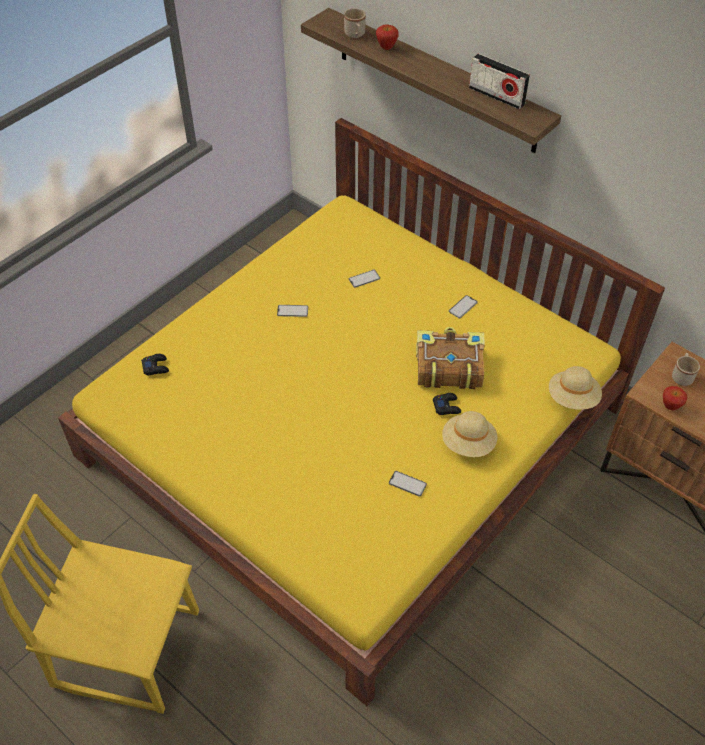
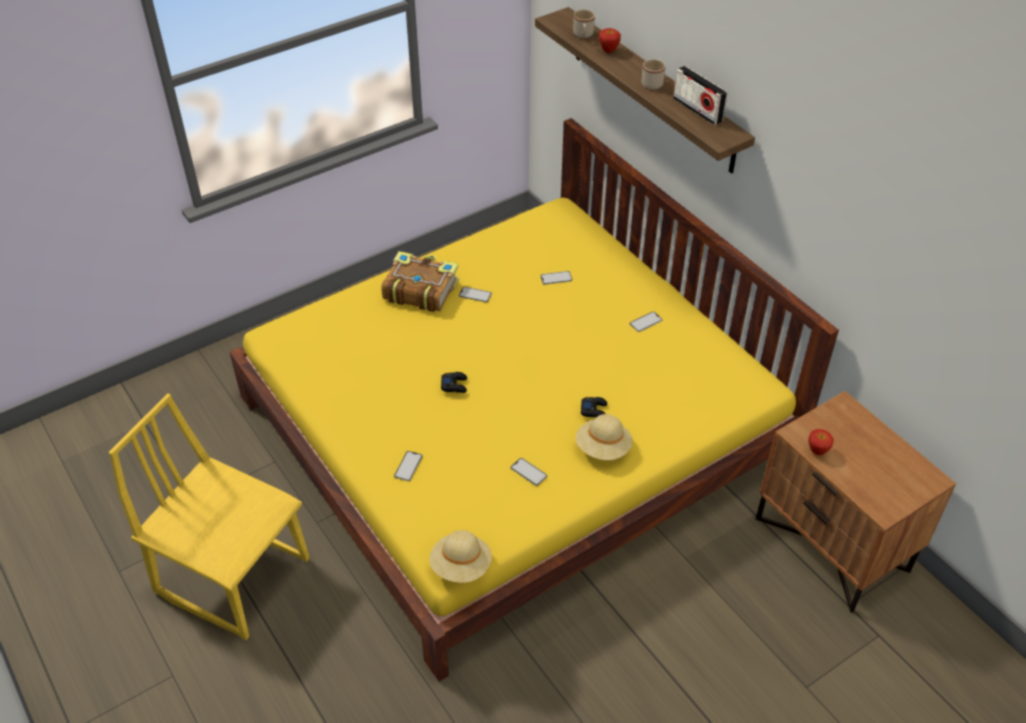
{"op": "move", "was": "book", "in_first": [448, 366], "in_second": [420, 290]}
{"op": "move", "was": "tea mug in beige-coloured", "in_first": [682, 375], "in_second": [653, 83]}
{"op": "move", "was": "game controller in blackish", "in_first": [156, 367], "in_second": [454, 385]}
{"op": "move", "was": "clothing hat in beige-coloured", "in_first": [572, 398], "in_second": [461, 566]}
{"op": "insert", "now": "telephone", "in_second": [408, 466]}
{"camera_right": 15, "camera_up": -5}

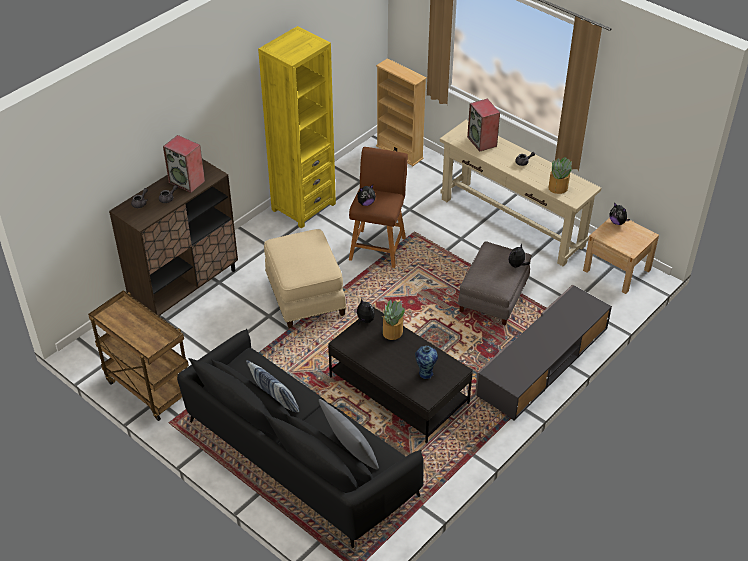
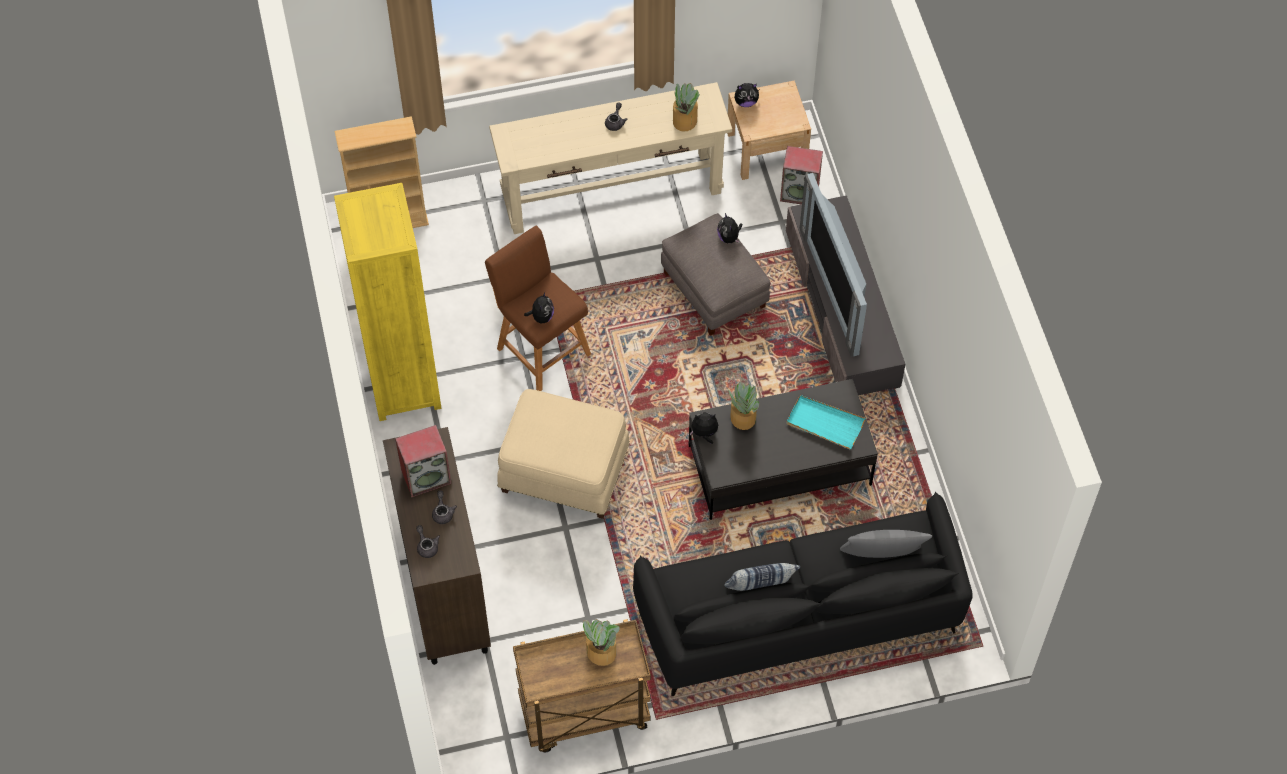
{"op": "move", "was": "loudspeaker", "in_first": [482, 142], "in_second": [800, 192]}
{"op": "replace", "was": "decorative vase", "now": "tray in blue-green", "in_first": [425, 373], "in_second": [824, 423]}
{"op": "insert", "now": "TV", "in_second": [834, 288]}
{"op": "insert", "now": "potted plant", "in_second": [601, 652]}
{"camera_right": -55, "camera_up": 15}

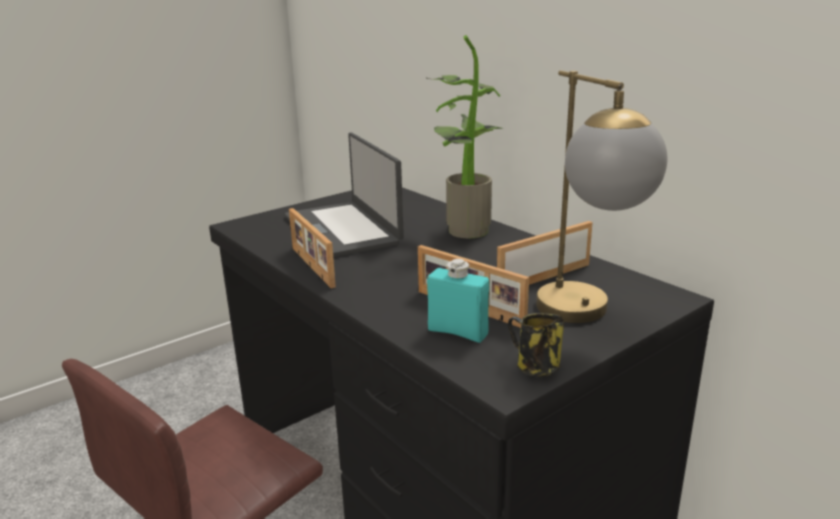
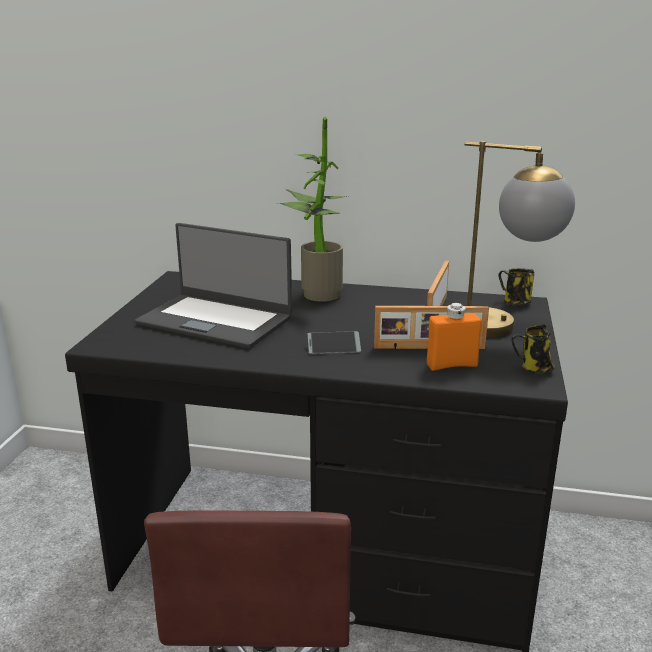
{"op": "delete", "was": "photo frame", "in_first": [311, 267]}
{"op": "recolor", "was": "drink bottle in blue-green", "now": "drink bottle in orange", "in_first": [457, 332], "in_second": [452, 365]}
{"op": "insert", "now": "tea mug", "in_second": [515, 303]}
{"op": "insert", "now": "telephone", "in_second": [334, 348]}
{"camera_right": -40, "camera_up": 0}

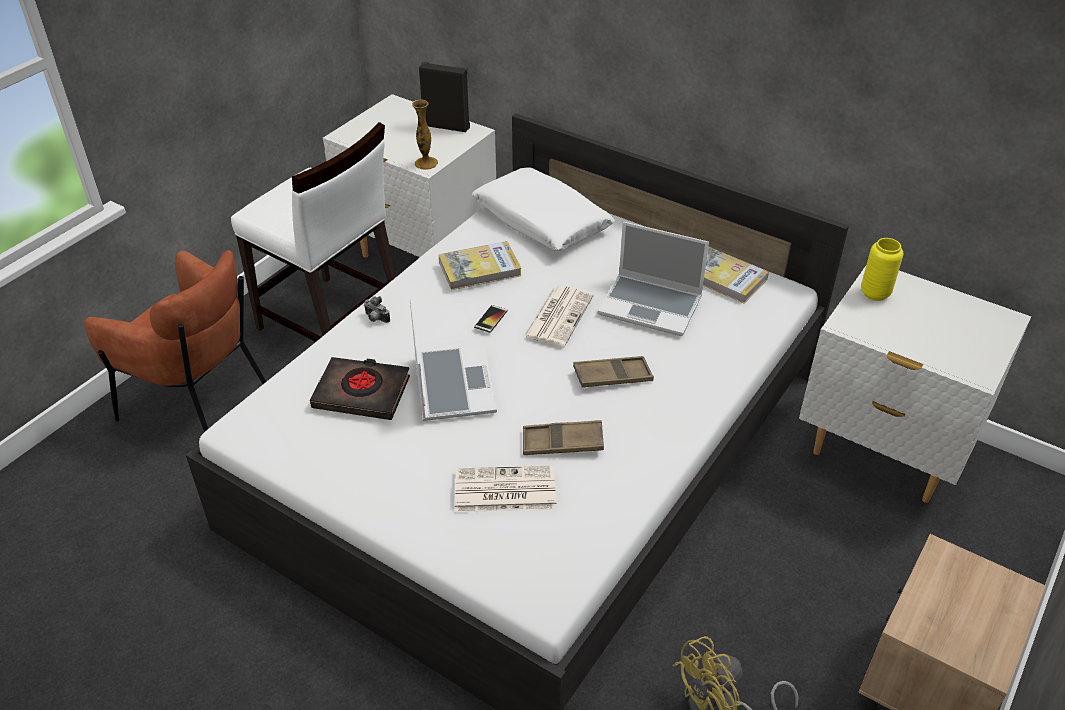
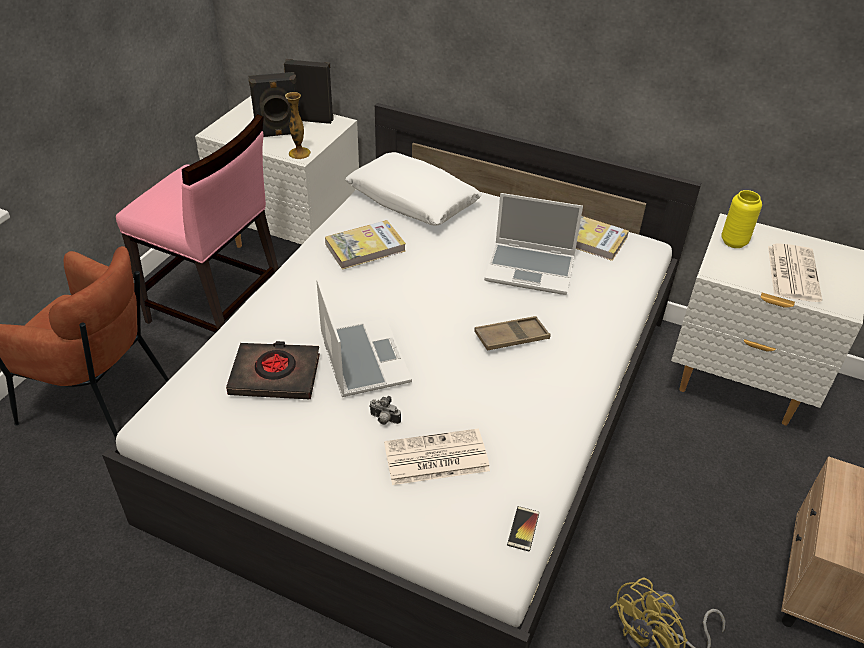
{"op": "recolor", "was": "chair in white", "now": "chair in pinkish", "in_first": [331, 323], "in_second": [217, 311]}
{"op": "move", "was": "printed paper", "in_first": [558, 316], "in_second": [792, 272]}
{"op": "move", "was": "still camera", "in_first": [375, 319], "in_second": [384, 420]}
{"op": "move", "was": "telephone", "in_first": [491, 319], "in_second": [523, 529]}
{"op": "delete", "was": "tray in brown", "in_first": [562, 443]}
{"op": "insert", "now": "loudspeaker in blackish", "in_second": [278, 134]}
{"camera_right": -10, "camera_up": 0}

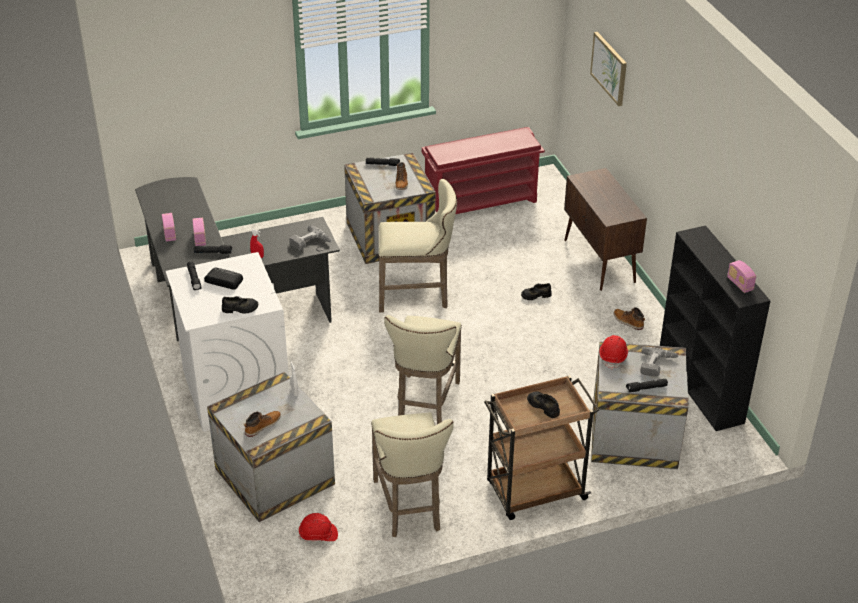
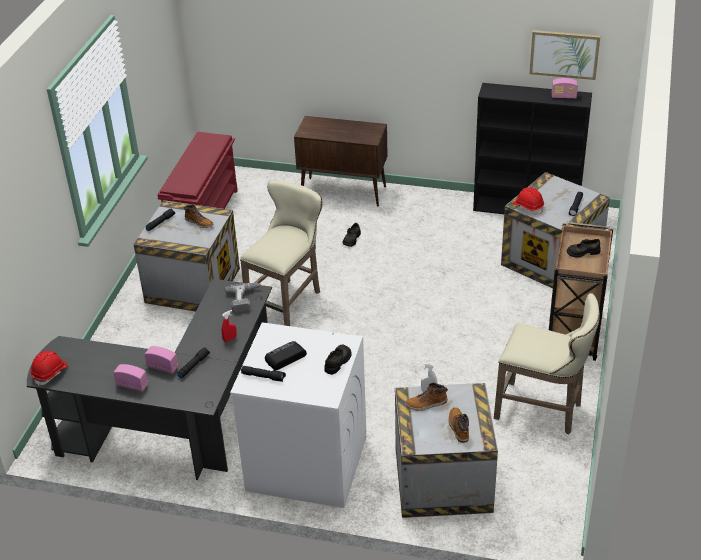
{"op": "move", "was": "wall picture", "in_first": [609, 68], "in_second": [564, 54]}
{"op": "move", "was": "high-top boot", "in_first": [628, 322], "in_second": [426, 404]}
{"op": "delete", "was": "stool in beige-coloured", "in_first": [425, 405]}
{"op": "delete", "was": "drill", "in_first": [658, 365]}
{"op": "move", "was": "work helmet in reddish", "in_first": [318, 535], "in_second": [50, 373]}
{"camera_right": -55, "camera_up": 0}

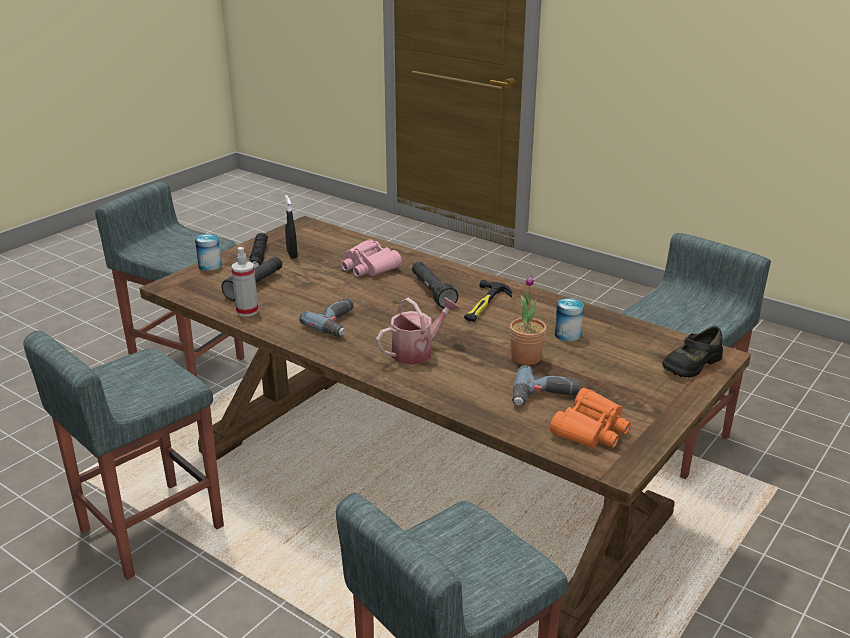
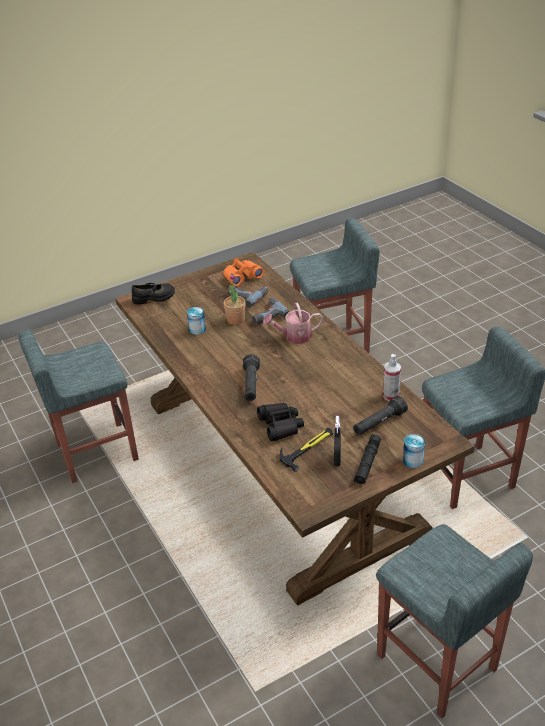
{"op": "recolor", "was": "pair of binoculars in pinkish", "now": "pair of binoculars in blackish", "in_first": [369, 267], "in_second": [280, 425]}
{"op": "move", "was": "tool hammer", "in_first": [484, 305], "in_second": [307, 448]}
{"op": "move", "was": "drill", "in_first": [338, 323], "in_second": [267, 315]}
{"camera_right": -155, "camera_up": 10}

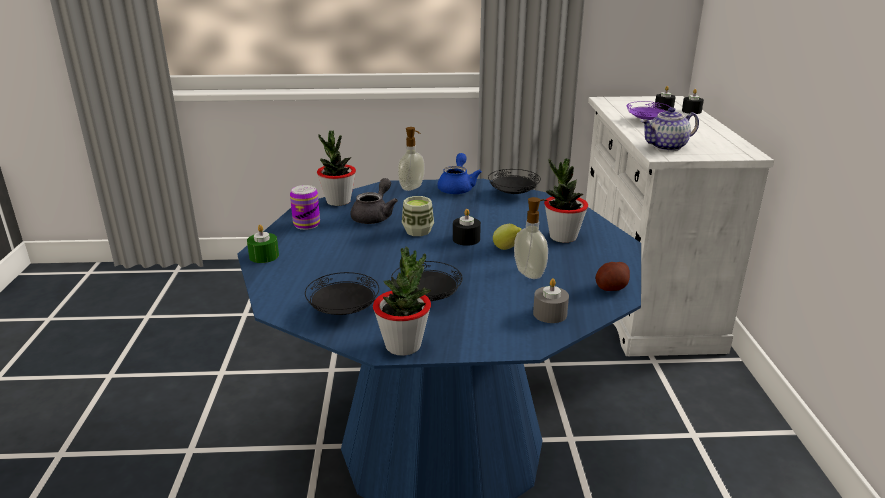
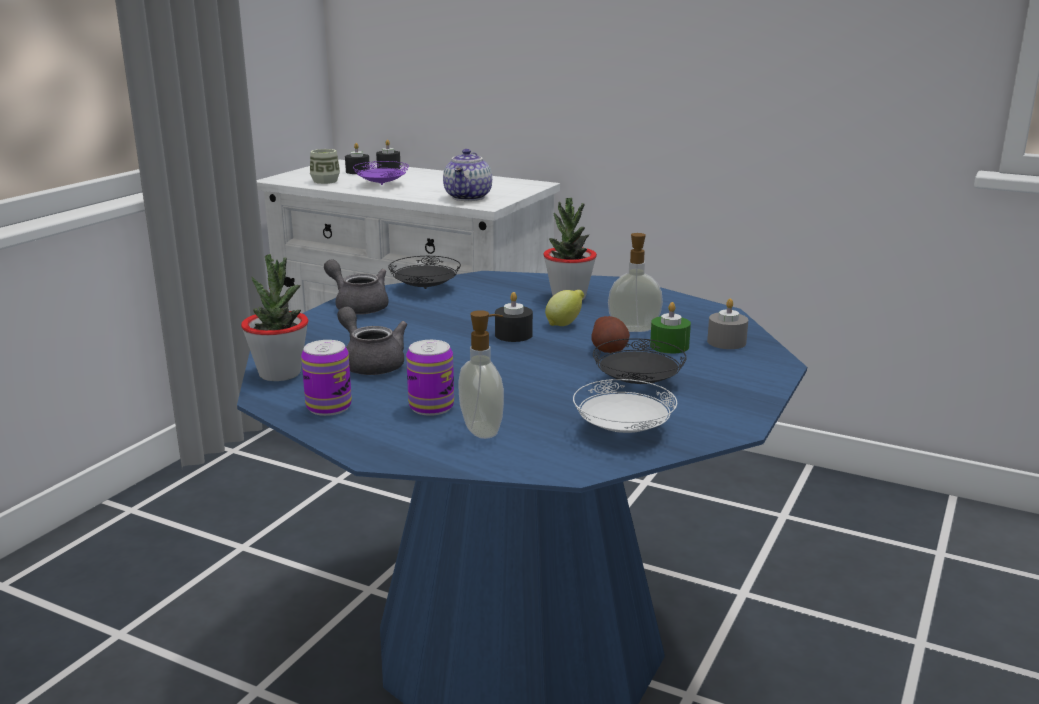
{"op": "move", "was": "soap bottle", "in_first": [412, 188], "in_second": [483, 430]}
{"op": "recolor", "was": "pot for tea in blue-coloured", "now": "pot for tea in greyish", "in_first": [457, 187], "in_second": [358, 306]}
{"op": "move", "was": "cup", "in_first": [418, 231], "in_second": [325, 181]}
{"op": "move", "was": "candle in green-coloured", "in_first": [264, 256], "in_second": [669, 346]}
{"op": "delete", "was": "potted plant", "in_first": [403, 345]}
{"op": "move", "was": "spud", "in_first": [611, 288], "in_second": [609, 350]}
{"op": "recolor", "was": "flat dish in blackish", "now": "flat dish in white", "in_first": [344, 311], "in_second": [624, 430]}
{"op": "insert", "now": "sealed can", "in_second": [431, 407]}
{"camera_right": -60, "camera_up": -5}

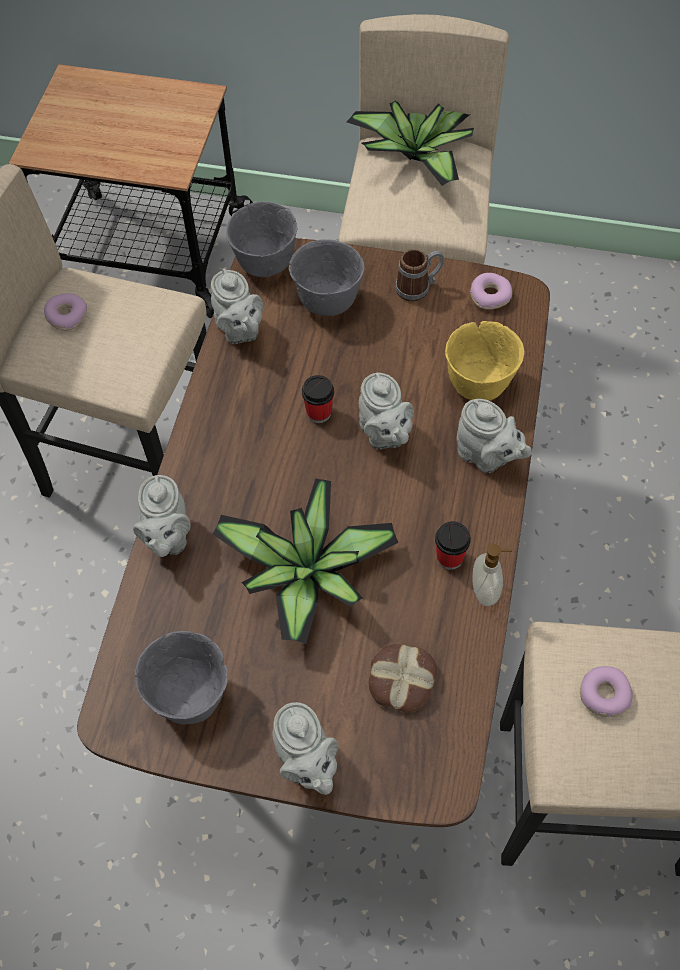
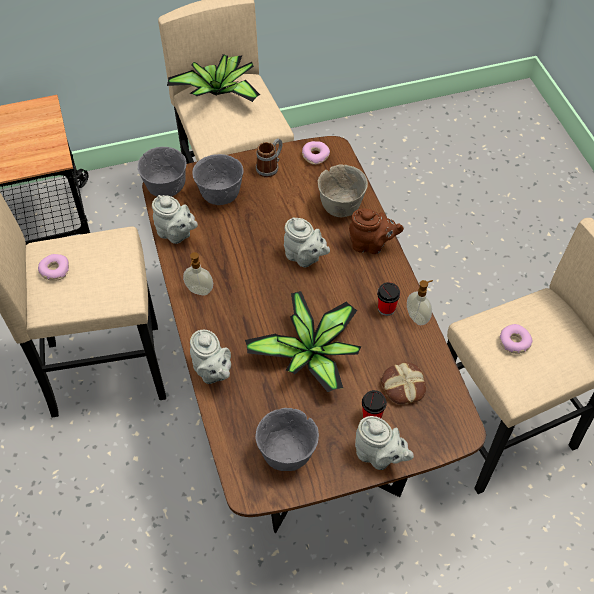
{"op": "recolor", "was": "bowl in yellowish", "now": "bowl in greyish", "in_first": [479, 383], "in_second": [340, 206]}
{"op": "move", "was": "cup", "in_first": [319, 413], "in_second": [372, 416]}
{"op": "recolor", "was": "pot for tea in greyish", "now": "pot for tea in brown", "in_first": [487, 457], "in_second": [371, 245]}
{"op": "insert", "now": "soap bottle", "in_second": [199, 291]}
{"camera_right": -30, "camera_up": -5}

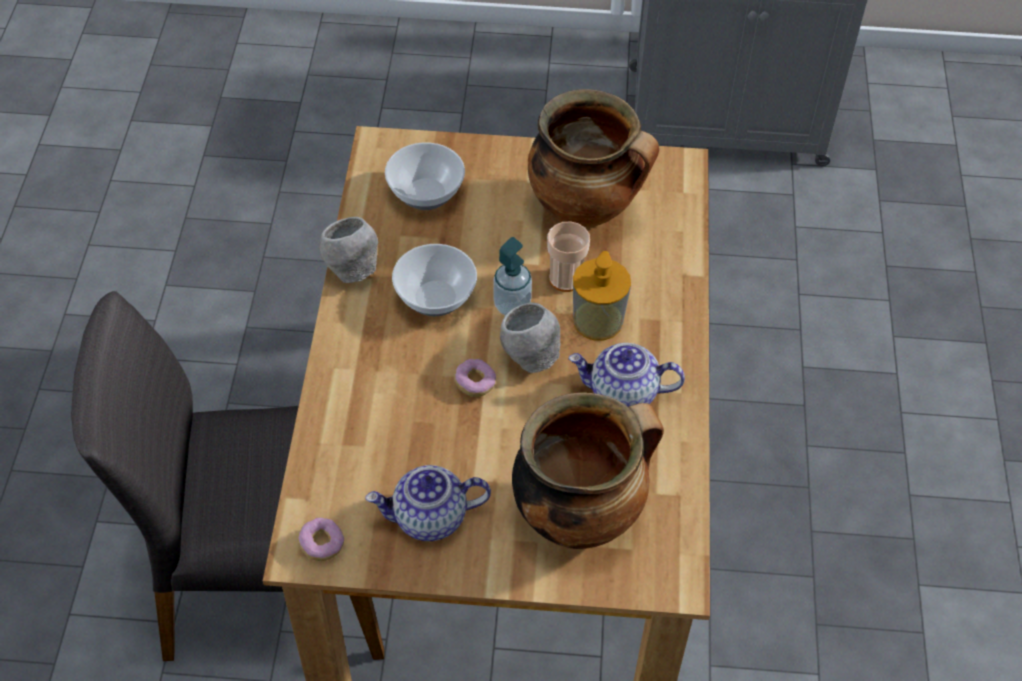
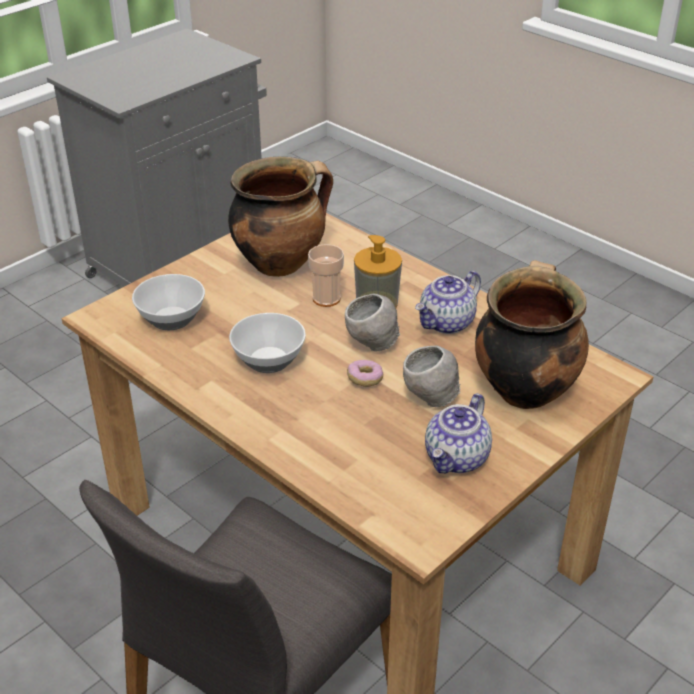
{"op": "move", "was": "bowl in greyish", "in_first": [352, 270], "in_second": [430, 399]}
{"op": "delete", "was": "soap bottle", "in_first": [512, 305]}
{"op": "delete", "was": "doughnut", "in_first": [322, 544]}
{"camera_right": -50, "camera_up": -15}

